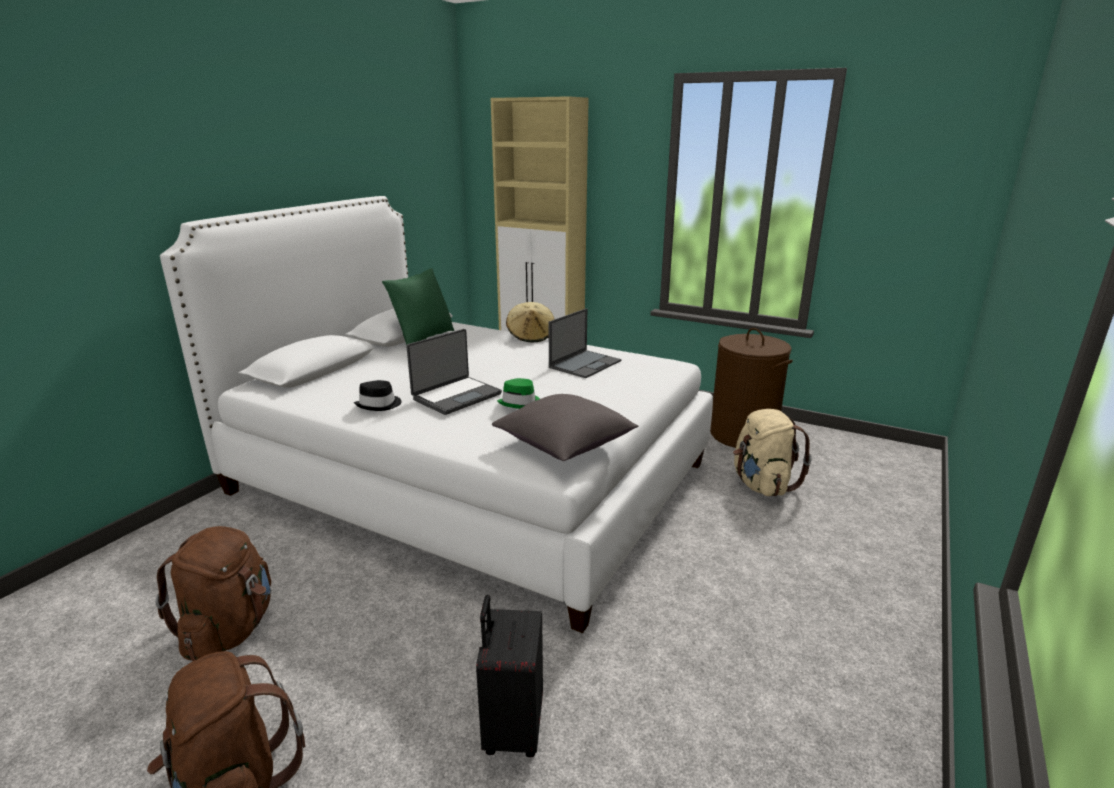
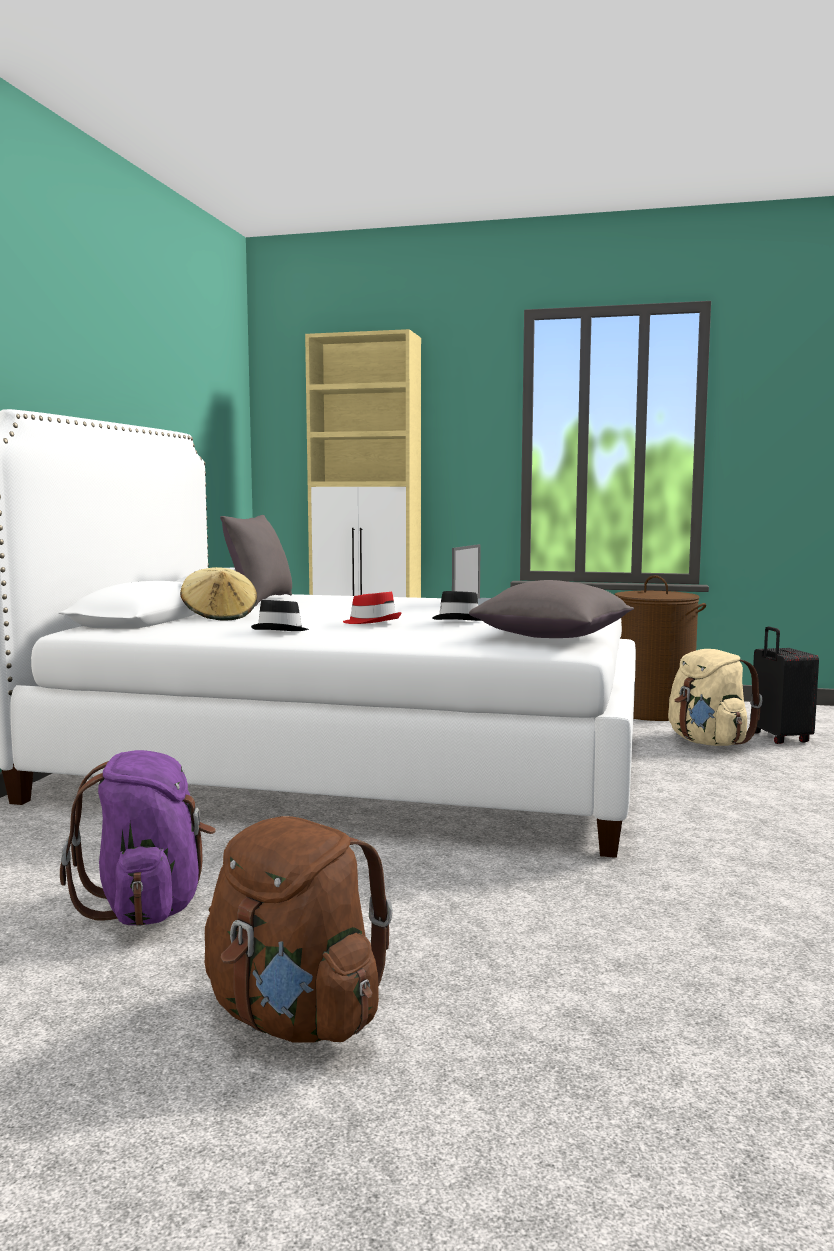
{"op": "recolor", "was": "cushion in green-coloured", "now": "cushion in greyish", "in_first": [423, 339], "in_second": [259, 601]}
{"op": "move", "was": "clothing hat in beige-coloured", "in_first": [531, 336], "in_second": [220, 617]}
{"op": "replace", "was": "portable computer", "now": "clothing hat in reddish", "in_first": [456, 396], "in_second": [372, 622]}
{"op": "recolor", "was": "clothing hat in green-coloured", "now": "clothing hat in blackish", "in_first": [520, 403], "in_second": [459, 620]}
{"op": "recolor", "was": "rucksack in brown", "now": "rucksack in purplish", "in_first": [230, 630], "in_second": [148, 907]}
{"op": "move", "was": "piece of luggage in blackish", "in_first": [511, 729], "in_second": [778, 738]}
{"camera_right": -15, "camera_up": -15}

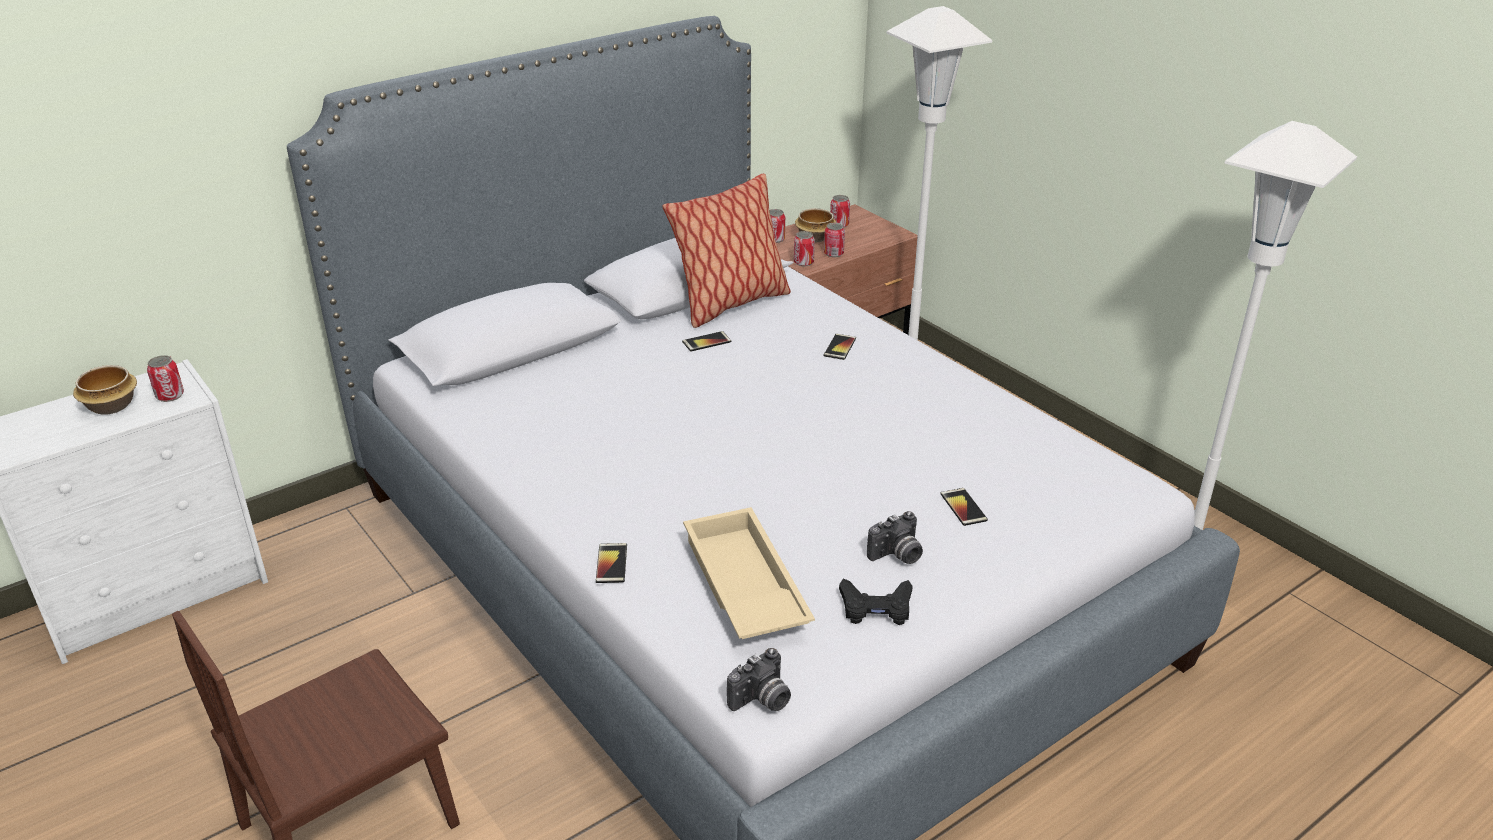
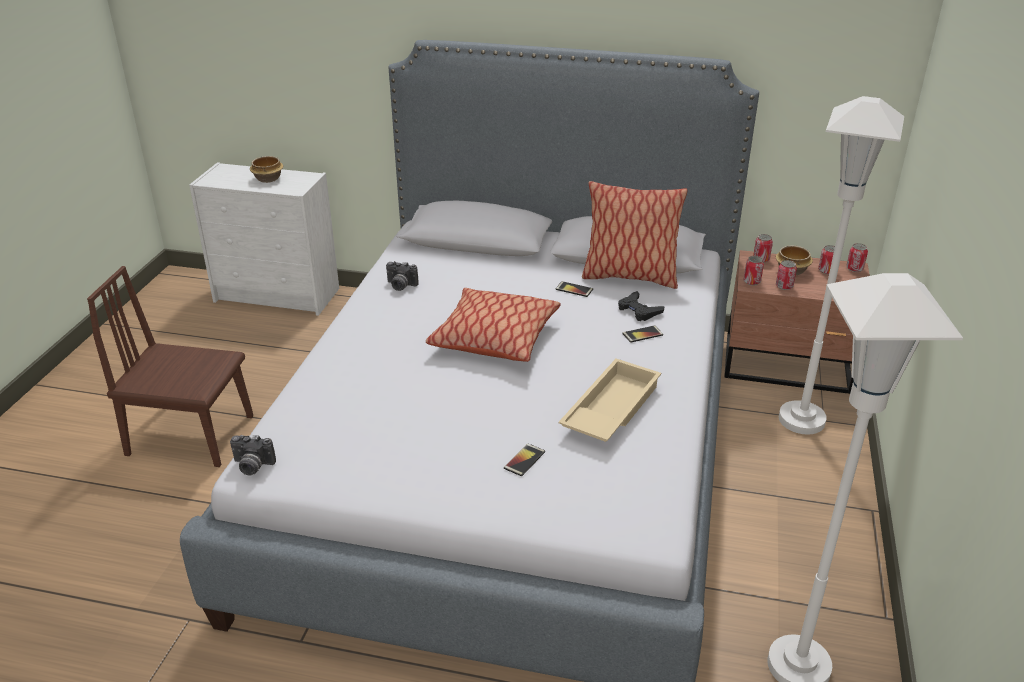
{"op": "move", "was": "sealed can", "in_first": [170, 396], "in_second": [854, 269]}
{"op": "move", "was": "tray in beige-coloured", "in_first": [742, 586], "in_second": [609, 409]}
{"op": "move", "was": "still camera", "in_first": [897, 556], "in_second": [400, 286]}
{"op": "delete", "was": "telephone", "in_first": [611, 563]}
{"op": "move", "was": "game controller in blackish", "in_first": [876, 607], "in_second": [639, 310]}
{"op": "insert", "now": "cushion", "in_second": [494, 337]}
{"camera_right": 50, "camera_up": 0}

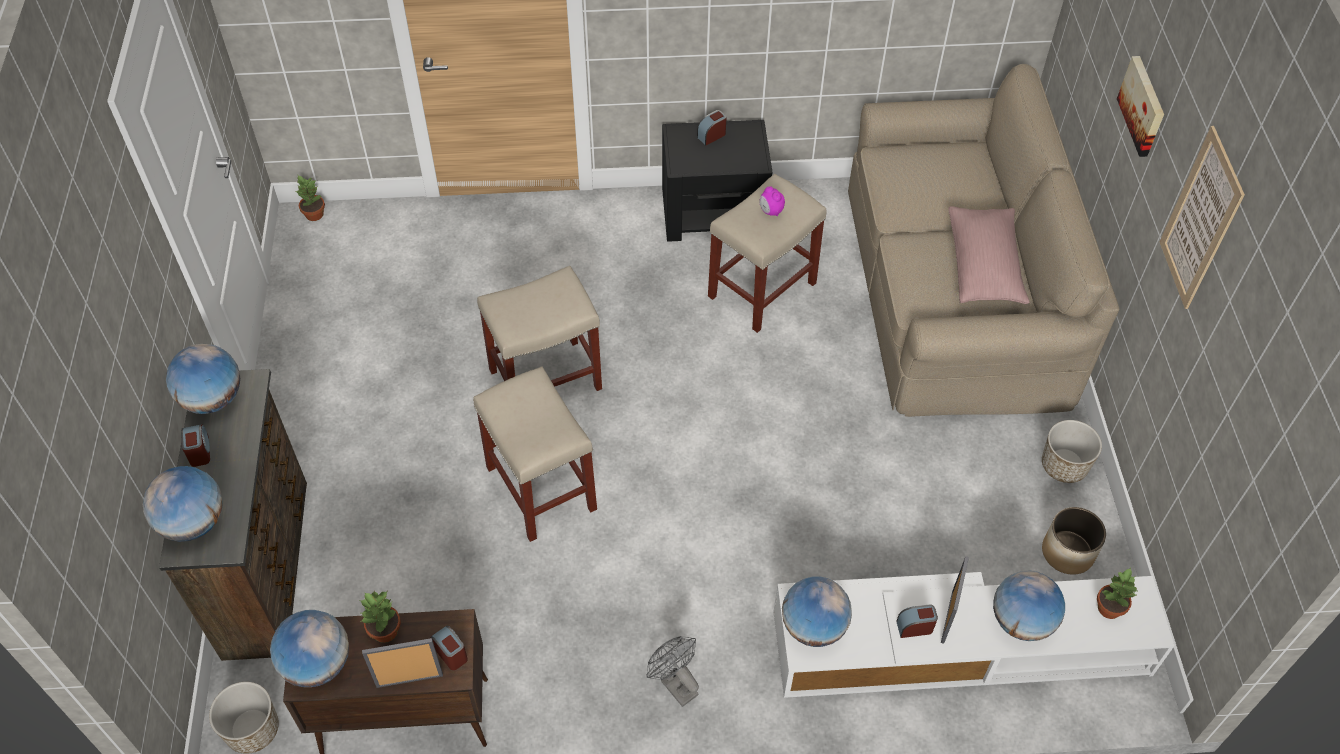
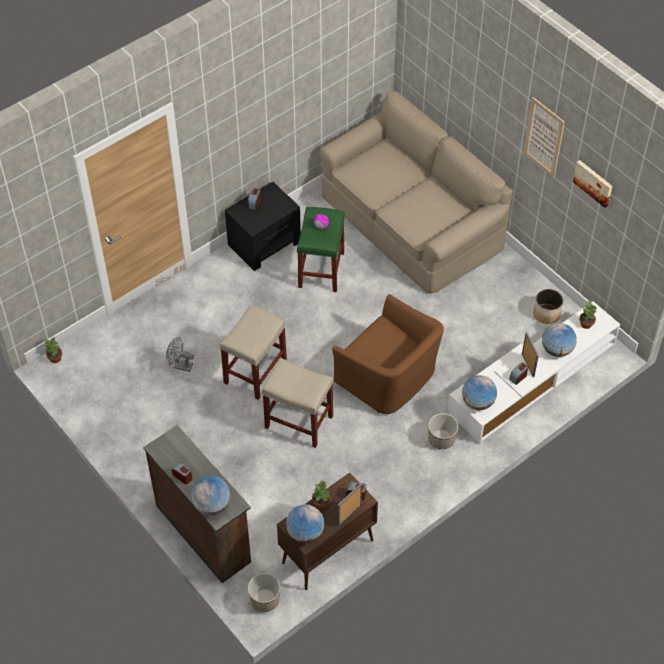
{"op": "move", "was": "wall picture", "in_first": [1143, 106], "in_second": [593, 183]}
{"op": "recolor", "was": "stool in beige-coloured", "now": "stool in green-coloured", "in_first": [761, 291], "in_second": [321, 270]}
{"op": "delete", "was": "cushion in pinkish", "in_first": [983, 266]}
{"op": "delete", "was": "globe", "in_first": [212, 399]}
{"op": "move", "was": "plant pot", "in_first": [1064, 466], "in_second": [441, 439]}
{"op": "move", "was": "cooling fan in greyish", "in_first": [675, 684], "in_second": [180, 365]}
{"op": "insert", "now": "armchair in brown", "in_second": [388, 377]}
{"camera_right": -35, "camera_up": 0}

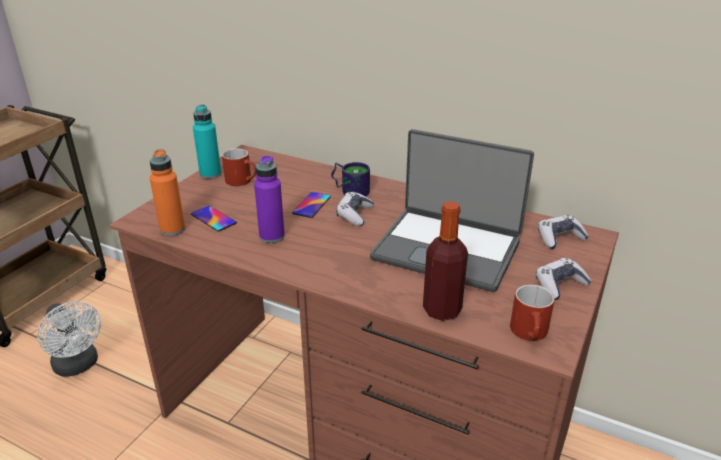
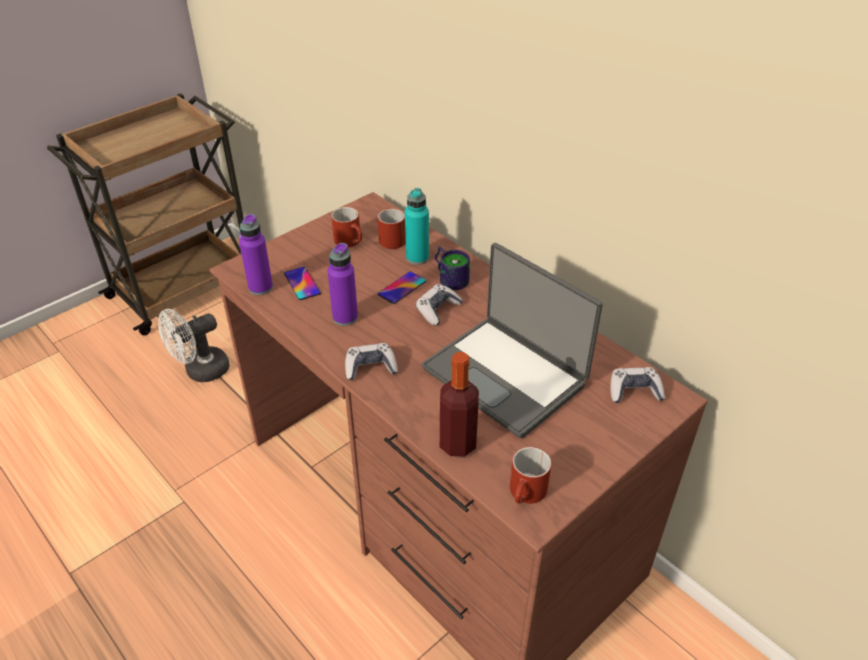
{"op": "move", "was": "drink bottle in blue-green", "in_first": [210, 174], "in_second": [417, 258]}
{"op": "recolor", "was": "drink bottle in orange", "now": "drink bottle in purplish", "in_first": [172, 229], "in_second": [260, 287]}
{"op": "move", "was": "game controller", "in_first": [560, 285], "in_second": [370, 367]}
{"op": "rotate", "was": "cooling fan in white", "in_first": [79, 366], "in_second": [201, 371], "clockwise": 75}
{"op": "insert", "now": "tea mug in reddish", "in_second": [390, 238]}
{"camera_right": 20, "camera_up": 10}

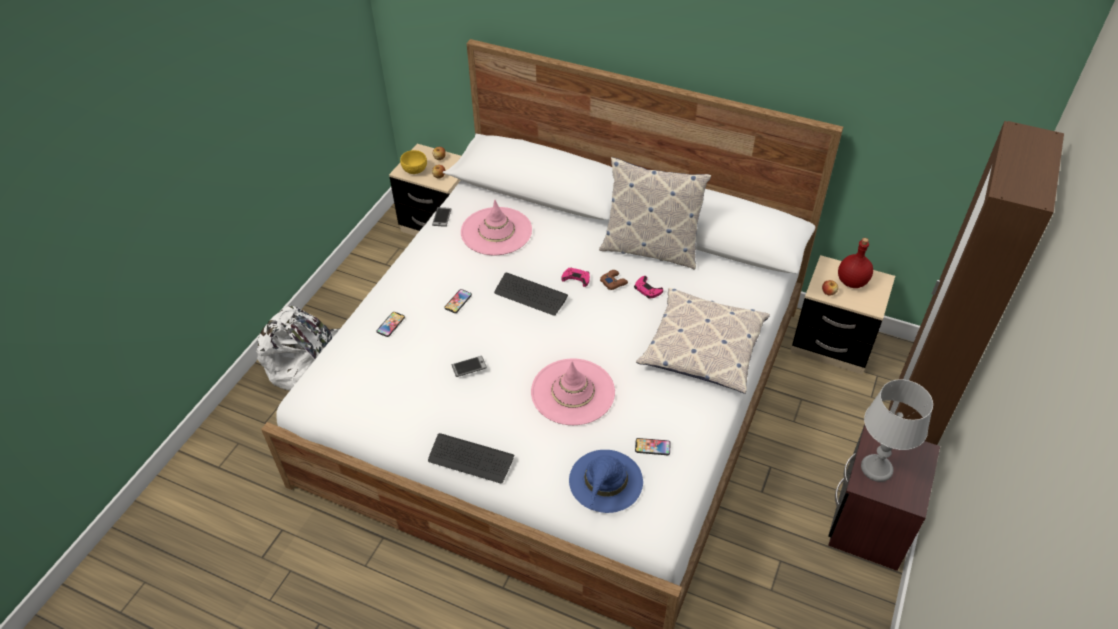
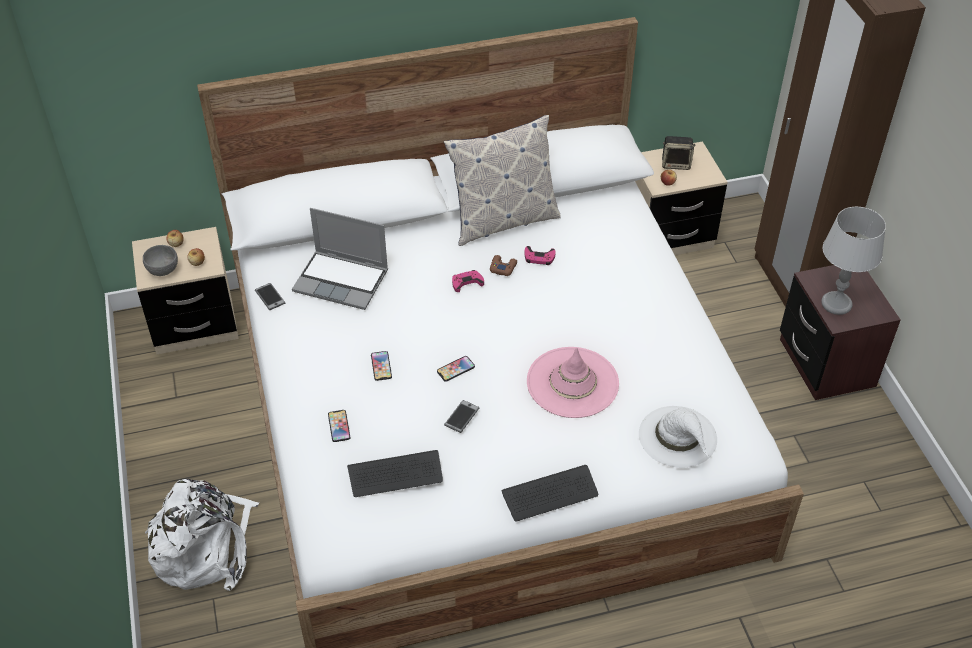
{"op": "recolor", "was": "bowl in yellowish", "now": "bowl in greyish", "in_first": [415, 170], "in_second": [162, 270]}
{"op": "replace", "was": "clothing hat in pinkish", "now": "portable computer", "in_first": [496, 231], "in_second": [342, 281]}
{"op": "replace", "was": "drink bottle in reddish", "now": "loudspeaker", "in_first": [852, 281], "in_second": [676, 163]}
{"op": "move", "was": "computer keyboard", "in_first": [530, 295], "in_second": [395, 475]}
{"op": "delete", "was": "cushion", "in_first": [703, 347]}
{"op": "move", "was": "telephone", "in_first": [652, 447], "in_second": [455, 369]}
{"op": "recolor", "was": "clothing hat in blue-coloured", "now": "clothing hat in white", "in_first": [606, 482], "in_second": [678, 437]}
{"camera_right": -40, "camera_up": 0}

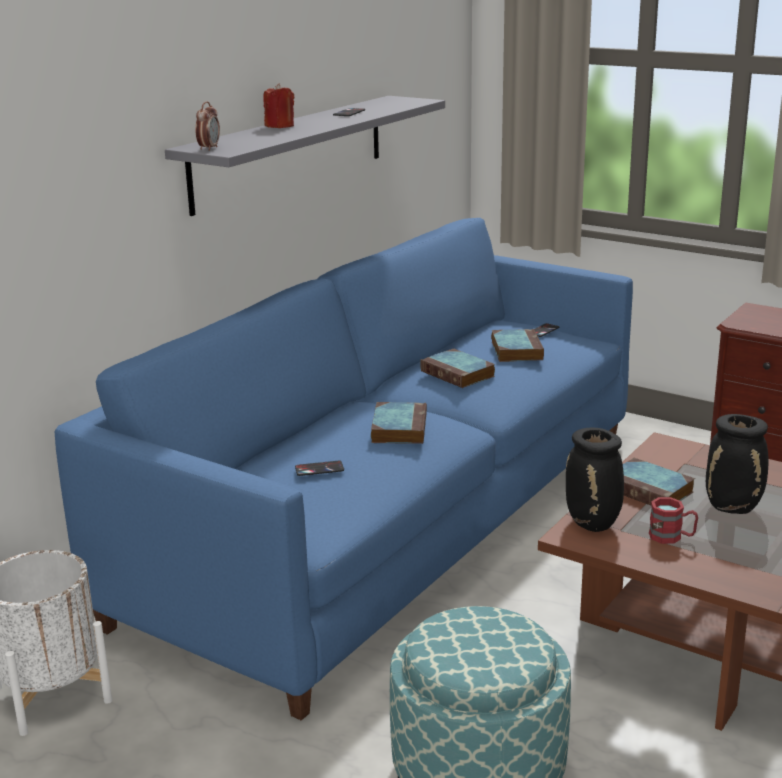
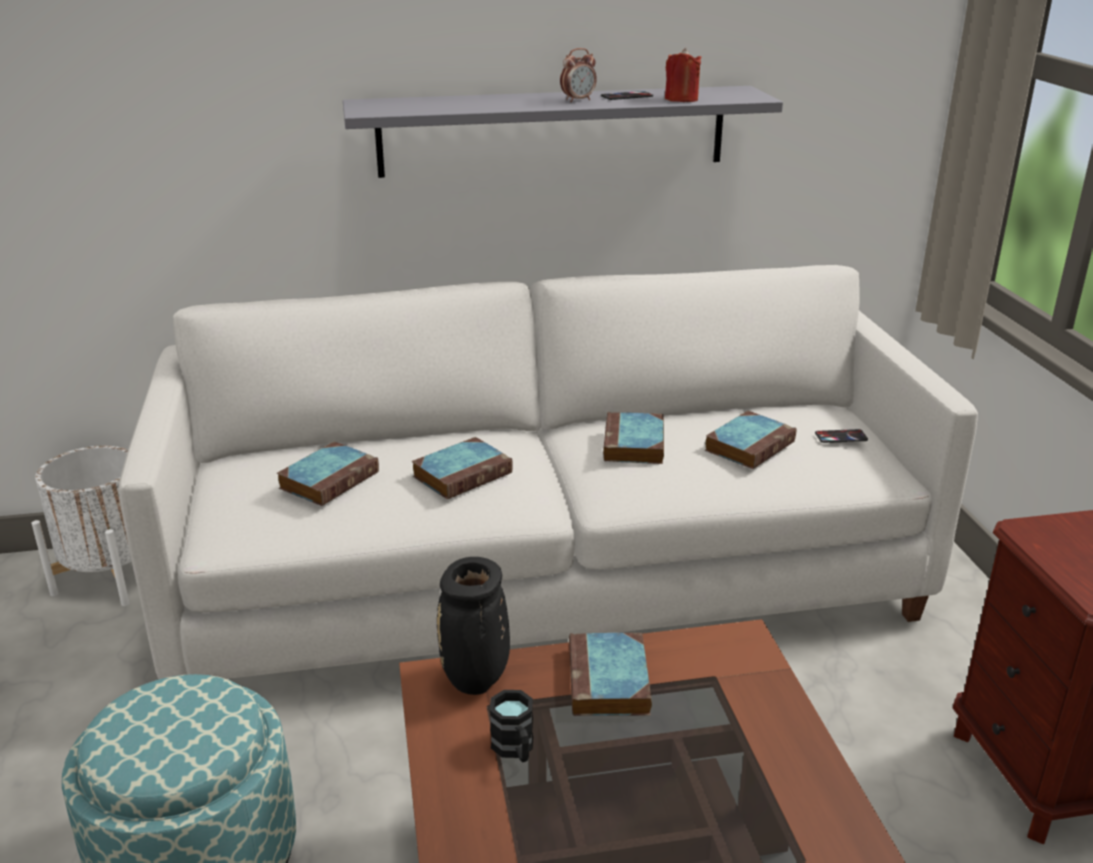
{"op": "move", "was": "candle in reddish", "in_first": [279, 126], "in_second": [681, 99]}
{"op": "move", "was": "bedside clock", "in_first": [209, 148], "in_second": [578, 100]}
{"op": "recolor", "was": "sofa in blue-coloured", "now": "sofa in white", "in_first": [393, 522], "in_second": [548, 580]}
{"op": "delete", "was": "decorative vase in blackish", "in_first": [733, 508]}
{"op": "replace", "was": "telephone", "now": "book", "in_first": [319, 469], "in_second": [330, 479]}
{"op": "recolor", "was": "tea mug in reddish", "now": "tea mug in blackish", "in_first": [672, 537], "in_second": [515, 749]}
{"camera_right": 45, "camera_up": 5}

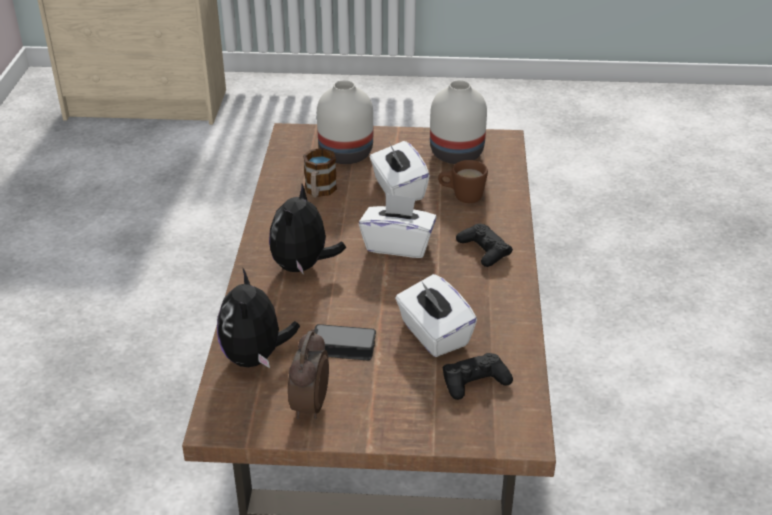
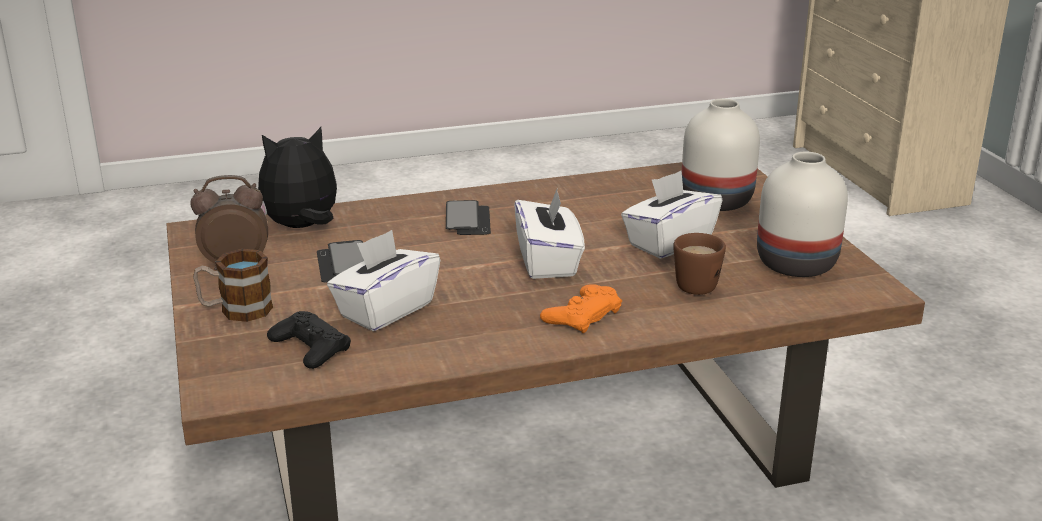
{"op": "move", "was": "tea mug", "in_first": [319, 191], "in_second": [236, 310]}
{"op": "replace", "was": "cuddly toy", "now": "telephone", "in_first": [303, 266], "in_second": [468, 220]}
{"op": "recolor", "was": "game controller in blackish", "now": "game controller in orange", "in_first": [484, 250], "in_second": [582, 315]}
{"camera_right": 70, "camera_up": -10}

